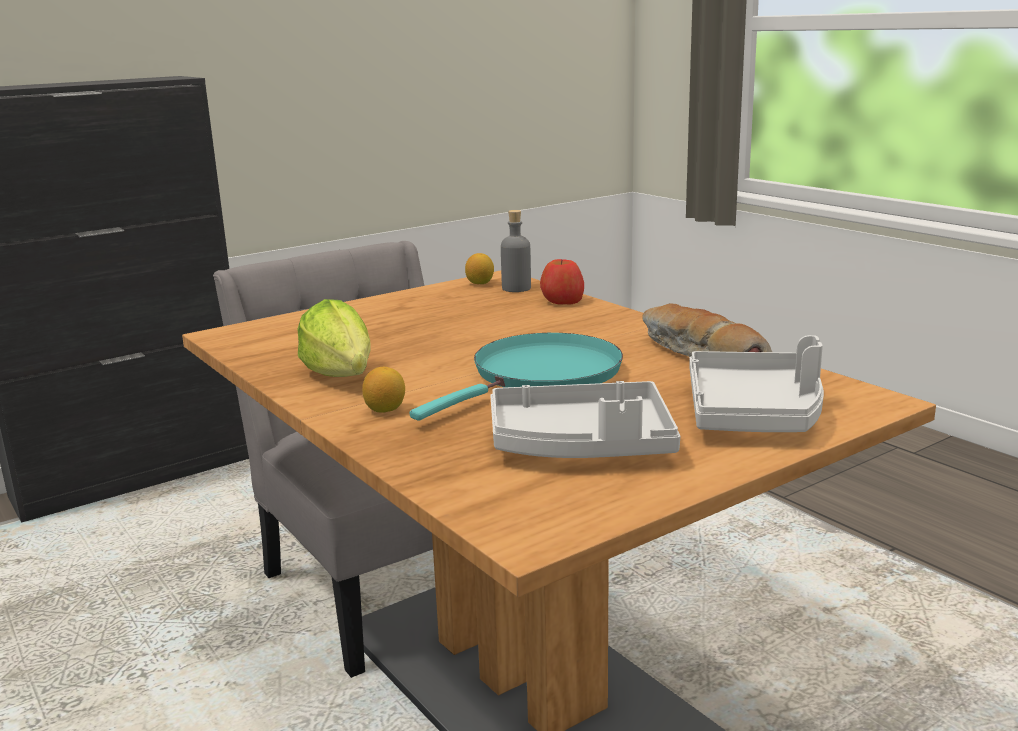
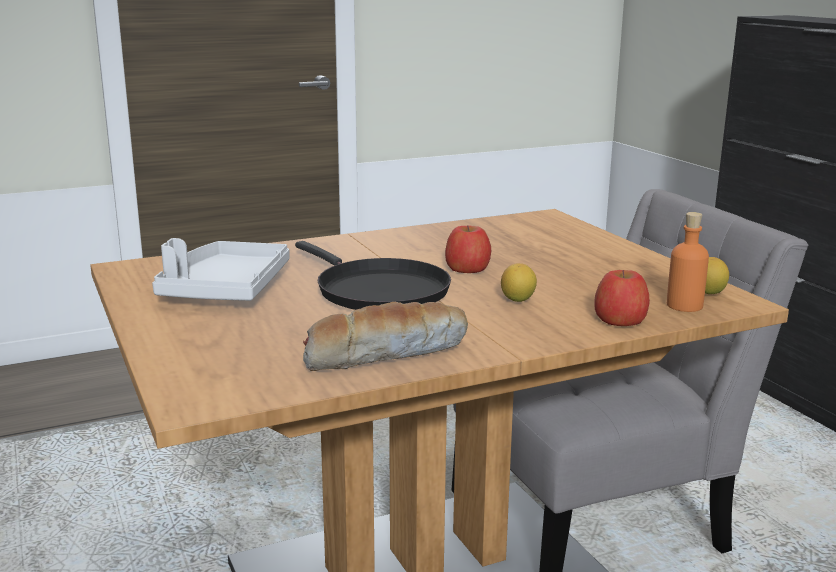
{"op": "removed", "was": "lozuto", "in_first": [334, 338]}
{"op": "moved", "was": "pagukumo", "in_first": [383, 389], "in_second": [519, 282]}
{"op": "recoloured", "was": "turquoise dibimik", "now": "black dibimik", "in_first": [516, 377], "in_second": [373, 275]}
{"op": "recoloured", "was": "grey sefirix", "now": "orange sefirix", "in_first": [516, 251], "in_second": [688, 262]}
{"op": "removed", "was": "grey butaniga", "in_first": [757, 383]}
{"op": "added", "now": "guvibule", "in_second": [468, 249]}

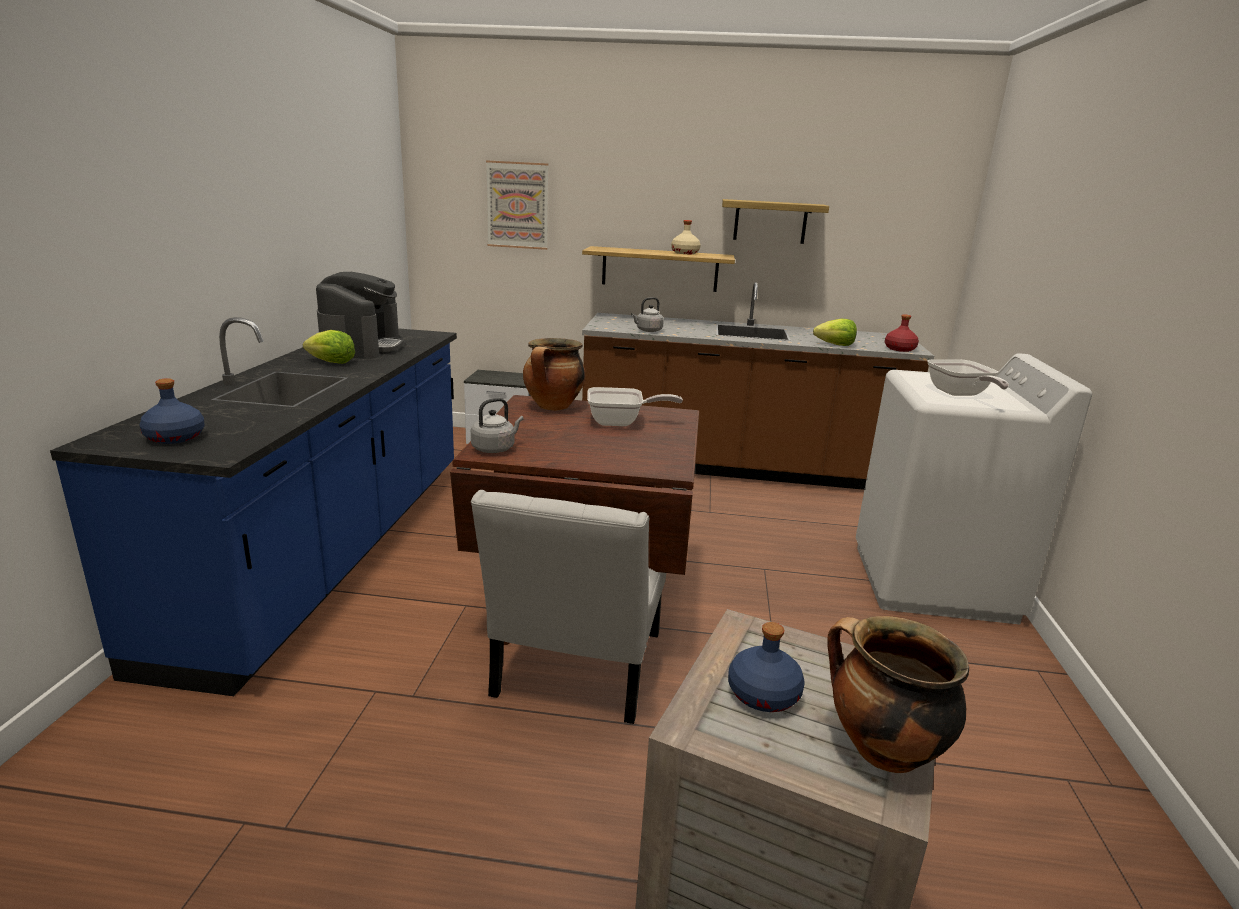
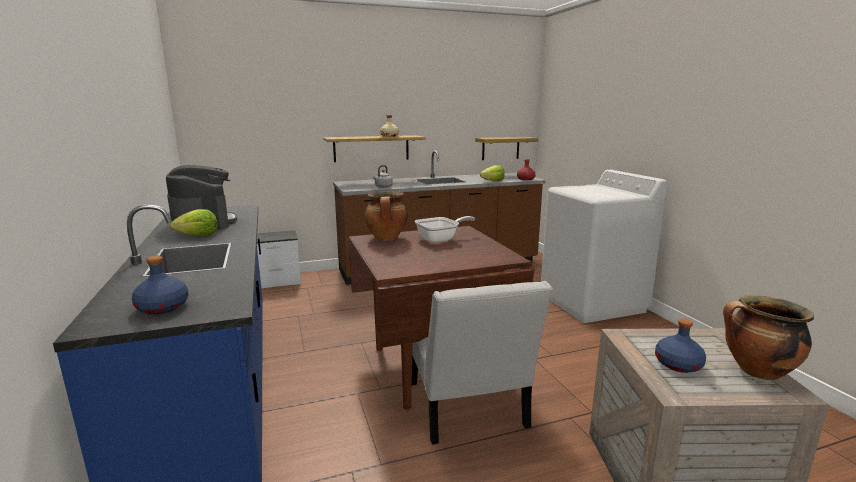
{"op": "removed", "was": "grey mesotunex", "in_first": [497, 425]}
{"op": "removed", "was": "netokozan", "in_first": [517, 205]}
{"op": "moved", "was": "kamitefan", "in_first": [775, 221], "in_second": [507, 148]}
{"op": "removed", "was": "dibimik", "in_first": [968, 378]}

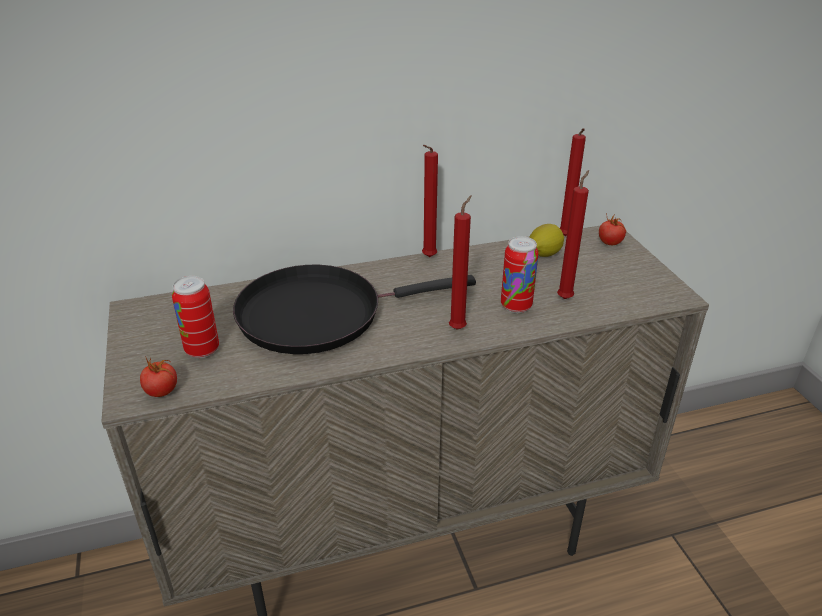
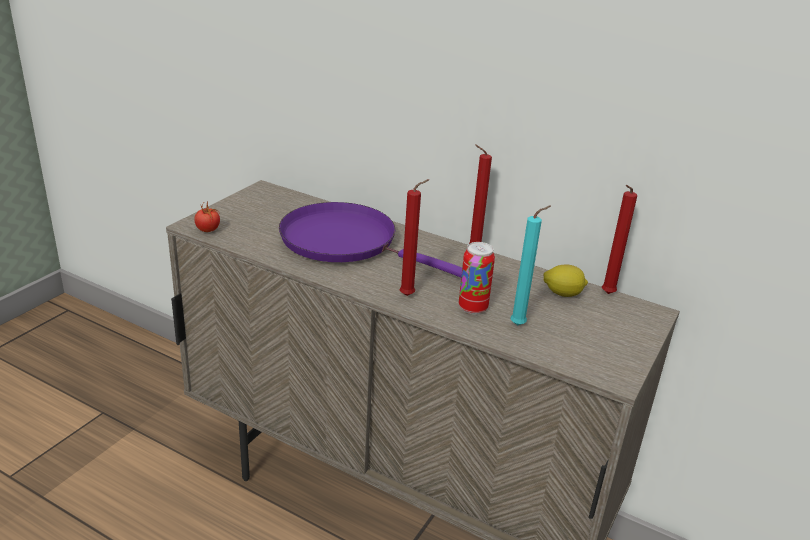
{"op": "removed", "was": "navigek", "in_first": [195, 317]}
{"op": "recoloured", "was": "black dibimik", "now": "purple dibimik", "in_first": [354, 309], "in_second": [370, 240]}
{"op": "recoloured", "was": "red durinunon", "now": "turquoise durinunon", "in_first": [573, 234], "in_second": [531, 265]}
{"op": "removed", "was": "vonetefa", "in_first": [612, 229]}

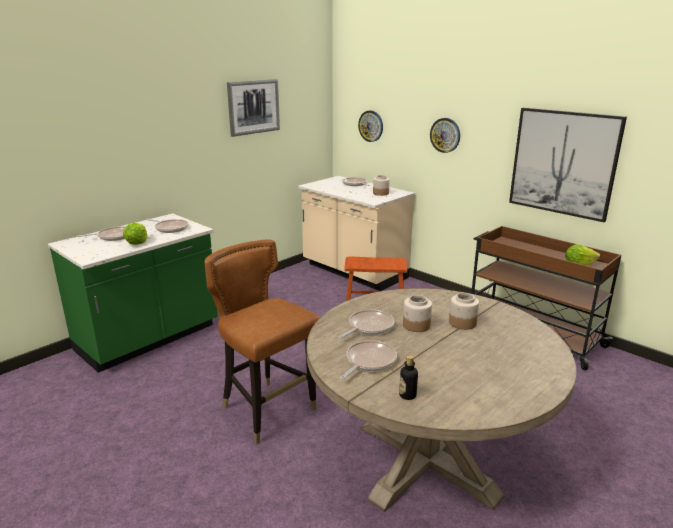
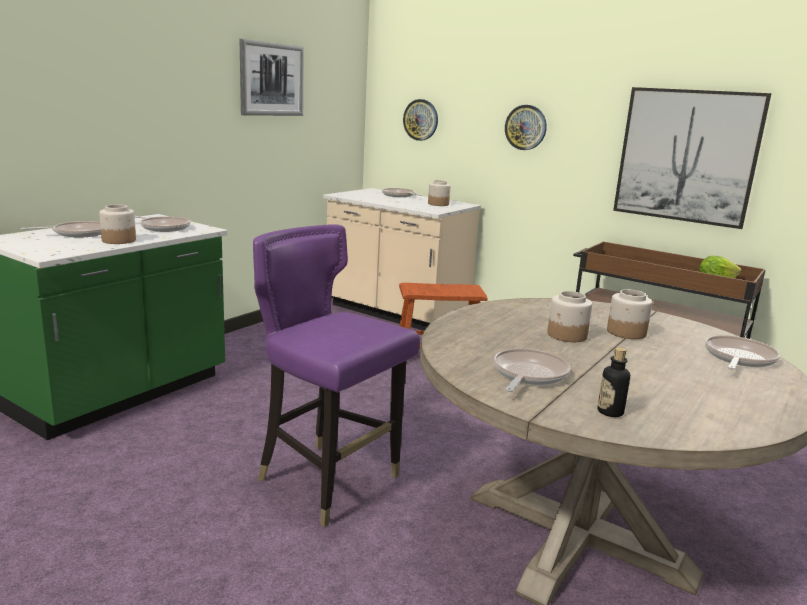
{"op": "replaced", "was": "lozuto", "now": "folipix", "in_first": [135, 234], "in_second": [117, 224]}
{"op": "recoloured", "was": "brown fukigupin", "now": "purple fukigupin", "in_first": [262, 342], "in_second": [336, 376]}
{"op": "moved", "was": "dibimik", "in_first": [366, 324], "in_second": [742, 352]}

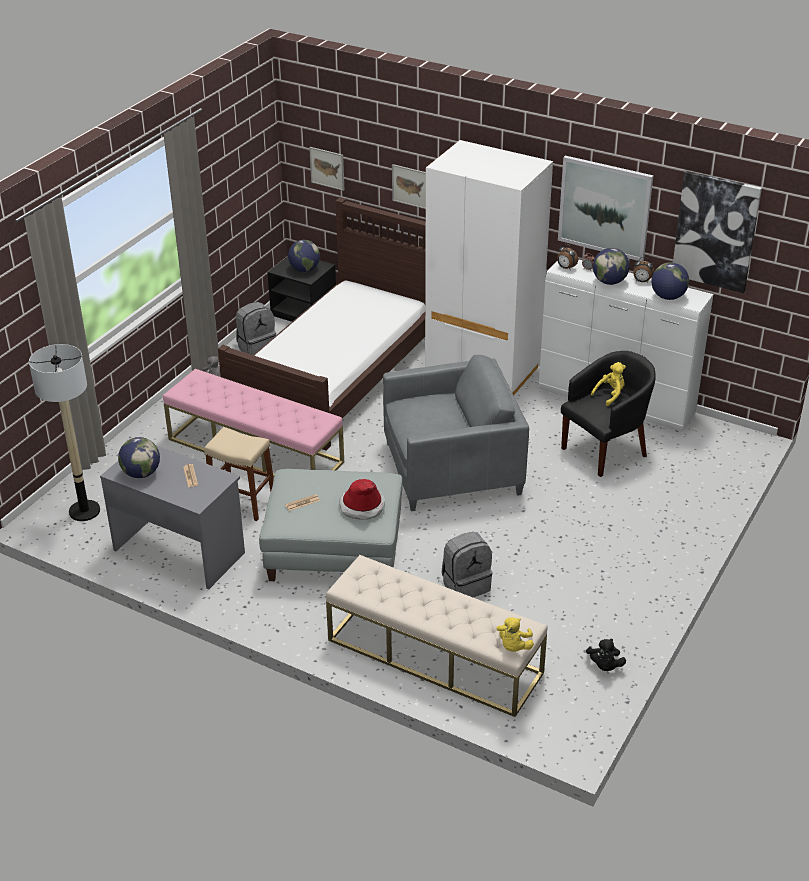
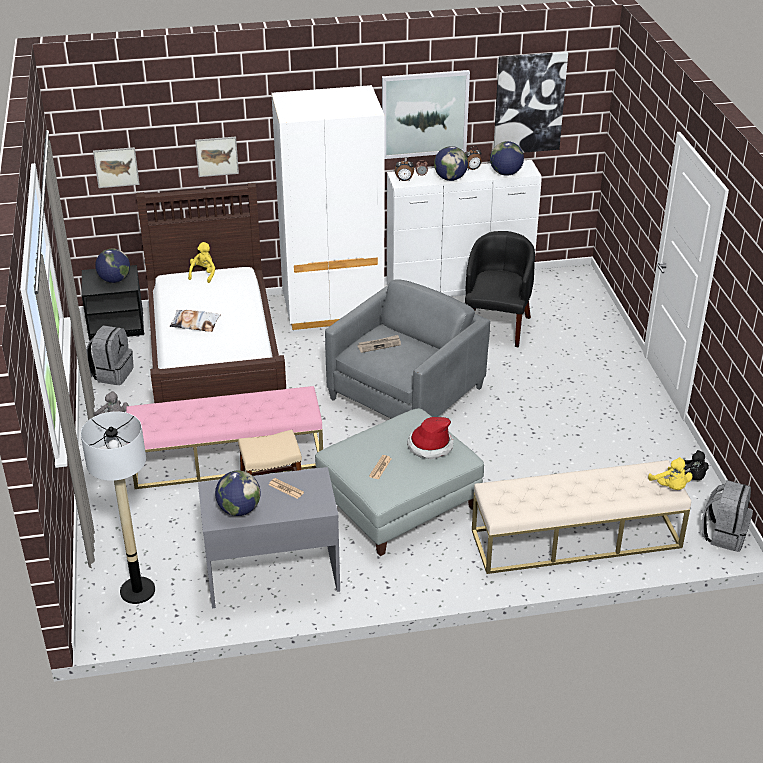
{"op": "moved", "was": "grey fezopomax", "in_first": [467, 564], "in_second": [727, 516]}
{"op": "moved", "was": "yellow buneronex", "in_first": [608, 384], "in_second": [201, 262]}
{"op": "added", "now": "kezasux", "in_second": [195, 321]}
{"op": "added", "now": "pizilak", "in_second": [379, 344]}

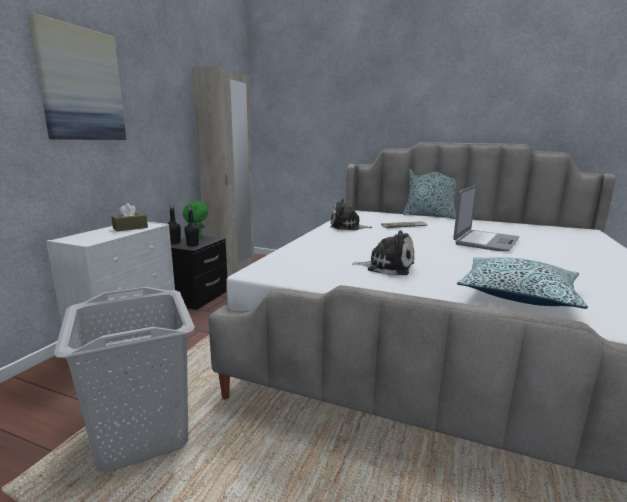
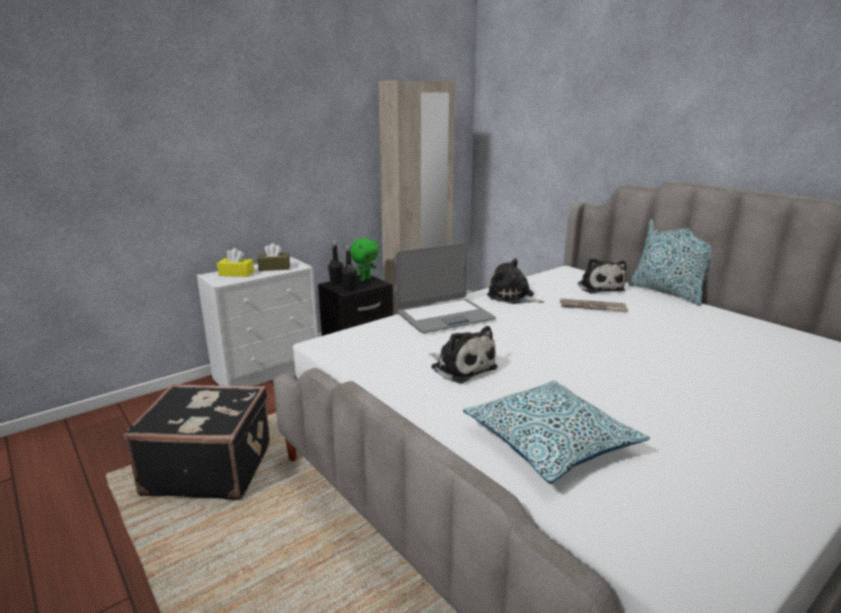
{"op": "removed", "was": "netokozan", "in_first": [77, 76]}
{"op": "replaced", "was": "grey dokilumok", "now": "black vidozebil", "in_first": [124, 379], "in_second": [197, 442]}
{"op": "moved", "was": "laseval", "in_first": [486, 218], "in_second": [445, 288]}
{"op": "added", "now": "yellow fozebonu", "in_second": [235, 262]}
{"op": "added", "now": "buneronex", "in_second": [601, 275]}

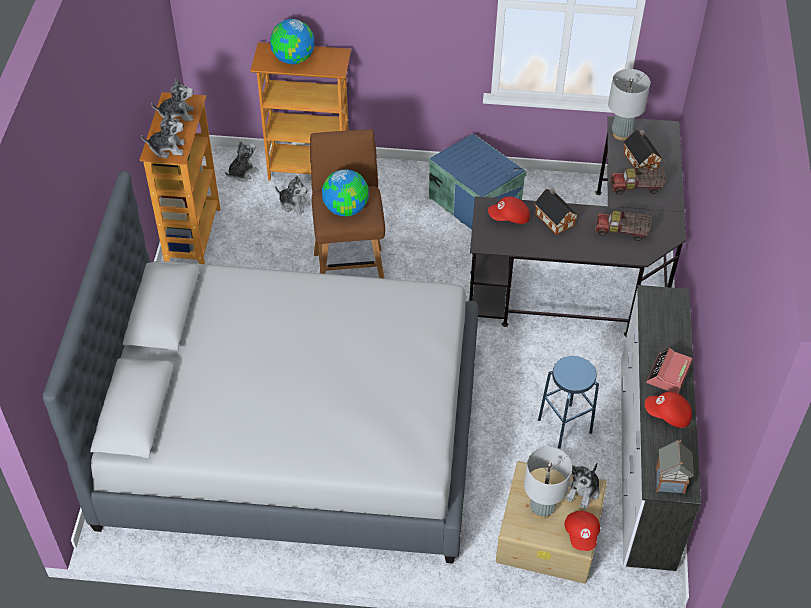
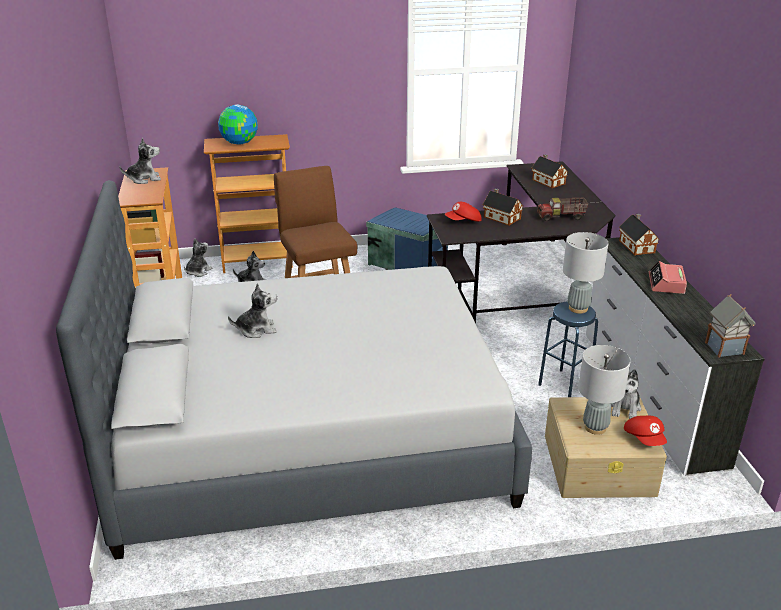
{"op": "moved", "was": "buneronex", "in_first": [163, 135], "in_second": [252, 310]}
{"op": "removed", "was": "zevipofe", "in_first": [345, 193]}
{"op": "moved", "was": "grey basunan", "in_first": [629, 104], "in_second": [585, 273]}
{"op": "removed", "was": "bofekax", "in_first": [638, 181]}
{"op": "removed", "was": "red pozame", "in_first": [668, 410]}
{"op": "added", "now": "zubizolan", "in_second": [639, 234]}

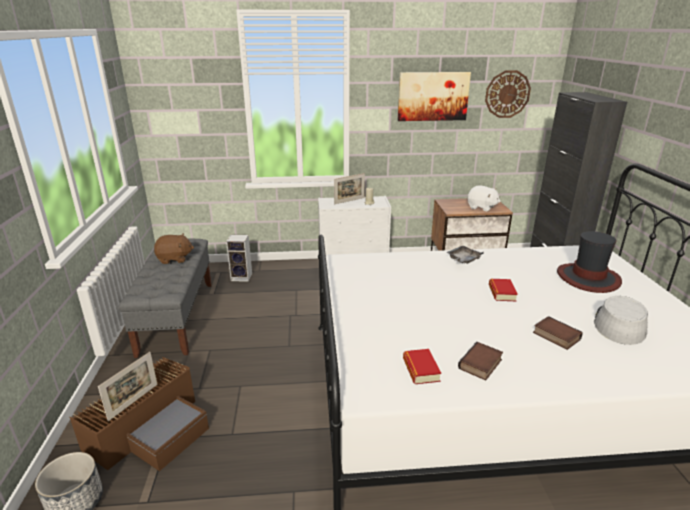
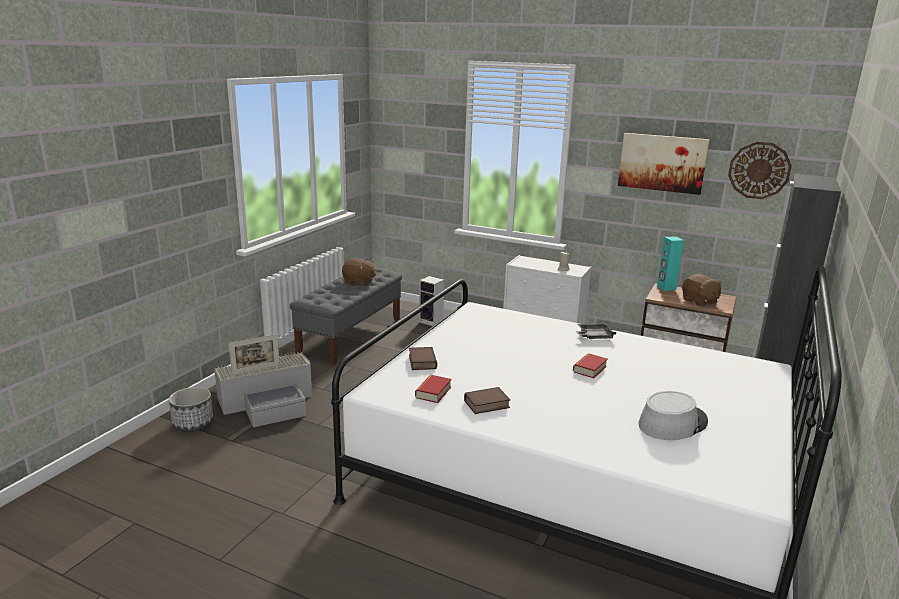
{"op": "recoloured", "was": "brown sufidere", "now": "grey sufidere", "in_first": [139, 414], "in_second": [263, 389]}
{"op": "removed", "was": "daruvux", "in_first": [349, 188]}
{"op": "recoloured", "was": "white buneronex", "now": "brown buneronex", "in_first": [484, 199], "in_second": [702, 290]}
{"op": "moved", "was": "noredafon", "in_first": [558, 333], "in_second": [423, 358]}
{"op": "removed", "was": "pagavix", "in_first": [589, 262]}
{"op": "added", "now": "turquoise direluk", "in_second": [670, 263]}

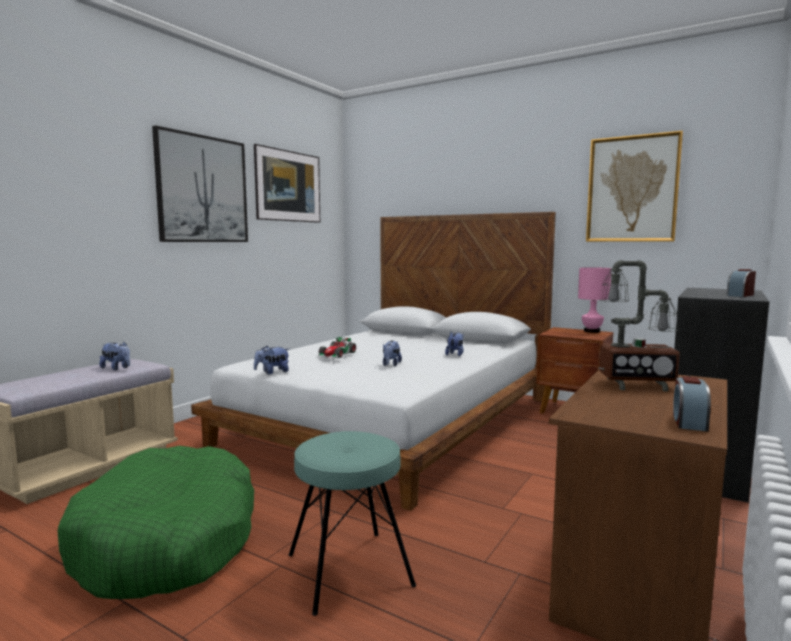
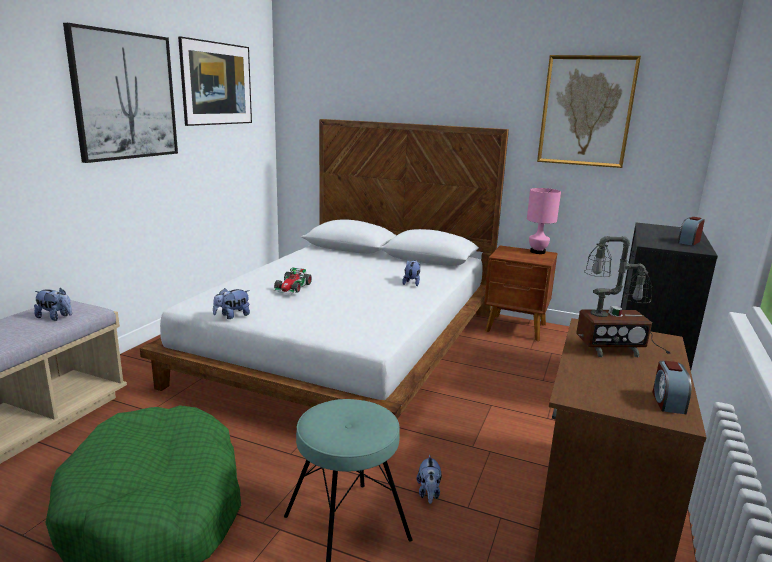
{"op": "moved", "was": "buneronex", "in_first": [392, 353], "in_second": [429, 479]}

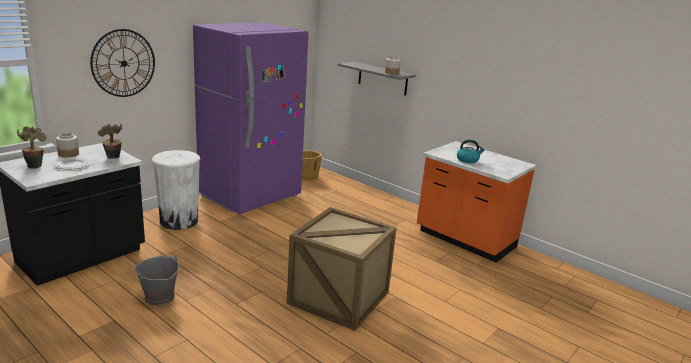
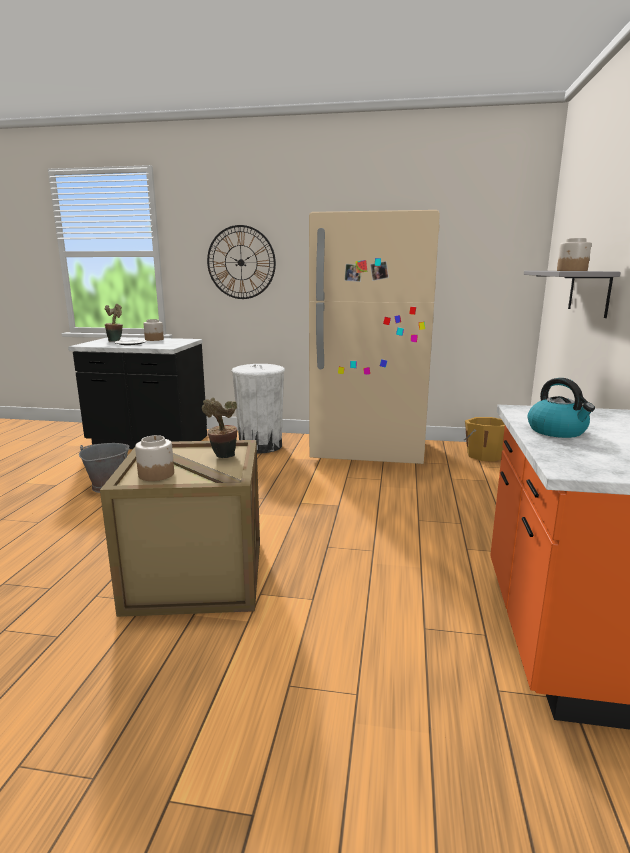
{"op": "moved", "was": "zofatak", "in_first": [110, 141], "in_second": [219, 428]}
{"op": "recoloured", "was": "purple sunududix", "now": "beige sunududix", "in_first": [250, 118], "in_second": [374, 337]}
{"op": "added", "now": "folipix", "in_second": [154, 458]}

